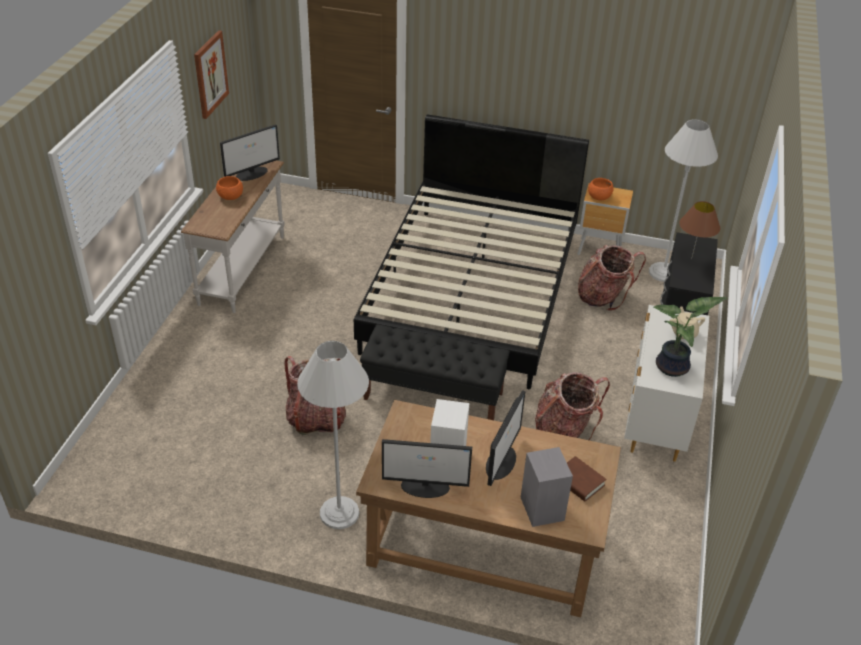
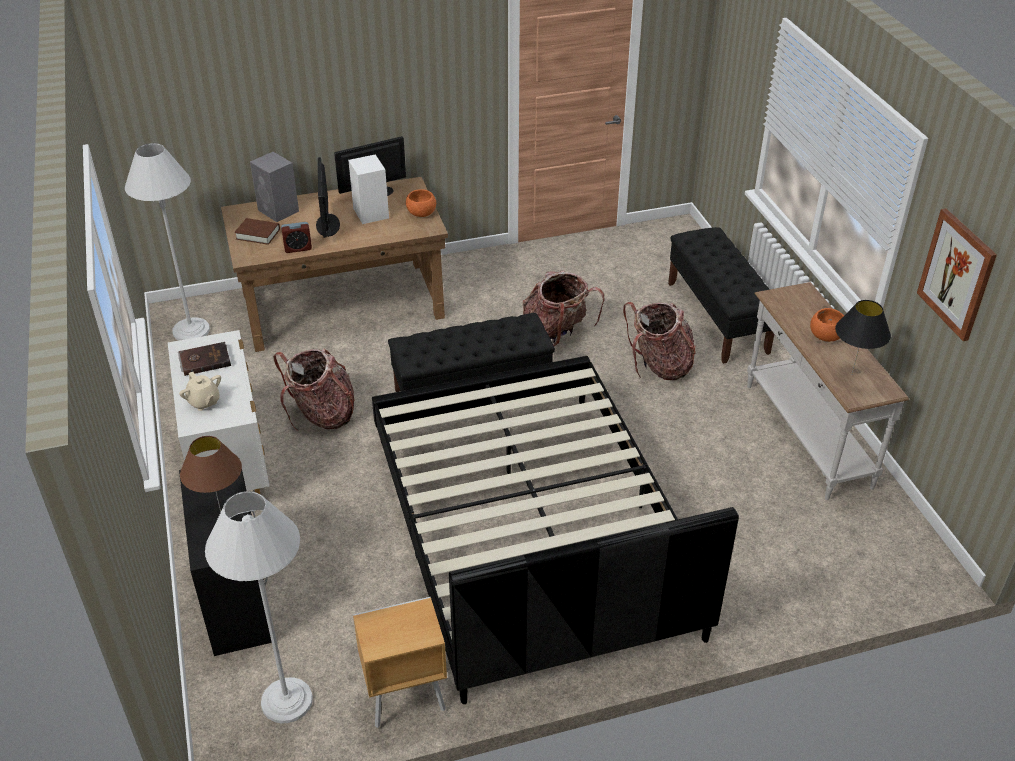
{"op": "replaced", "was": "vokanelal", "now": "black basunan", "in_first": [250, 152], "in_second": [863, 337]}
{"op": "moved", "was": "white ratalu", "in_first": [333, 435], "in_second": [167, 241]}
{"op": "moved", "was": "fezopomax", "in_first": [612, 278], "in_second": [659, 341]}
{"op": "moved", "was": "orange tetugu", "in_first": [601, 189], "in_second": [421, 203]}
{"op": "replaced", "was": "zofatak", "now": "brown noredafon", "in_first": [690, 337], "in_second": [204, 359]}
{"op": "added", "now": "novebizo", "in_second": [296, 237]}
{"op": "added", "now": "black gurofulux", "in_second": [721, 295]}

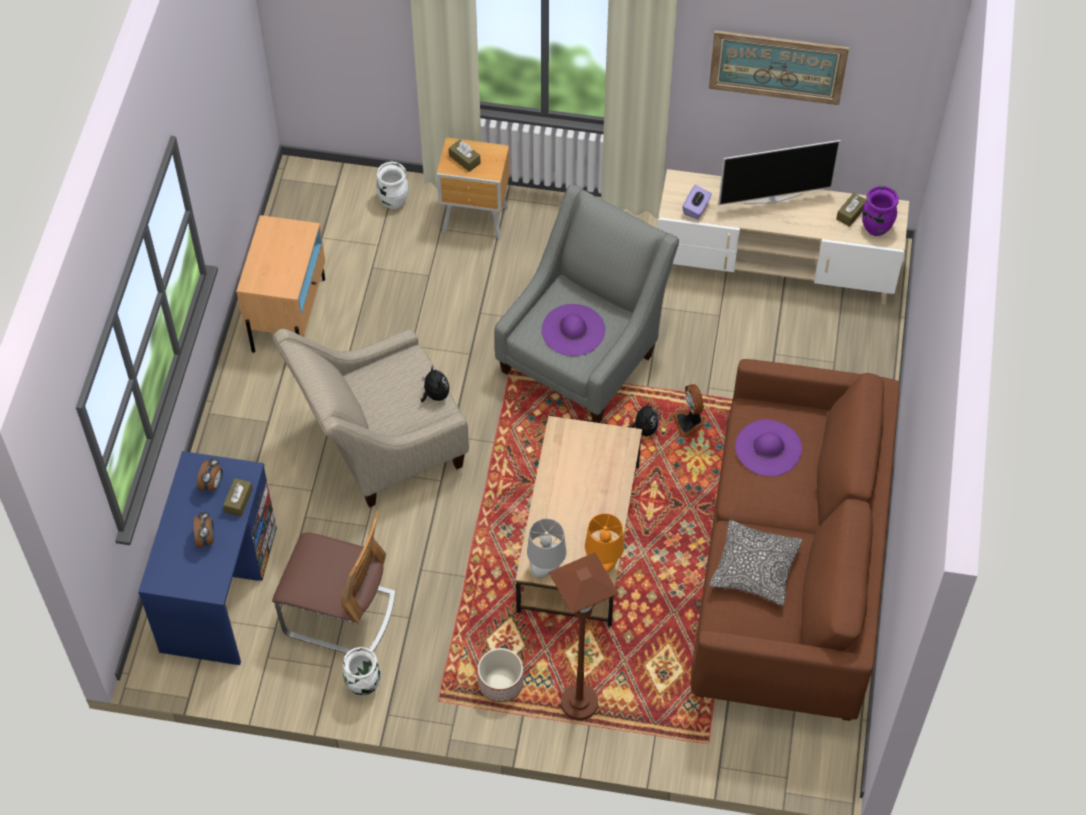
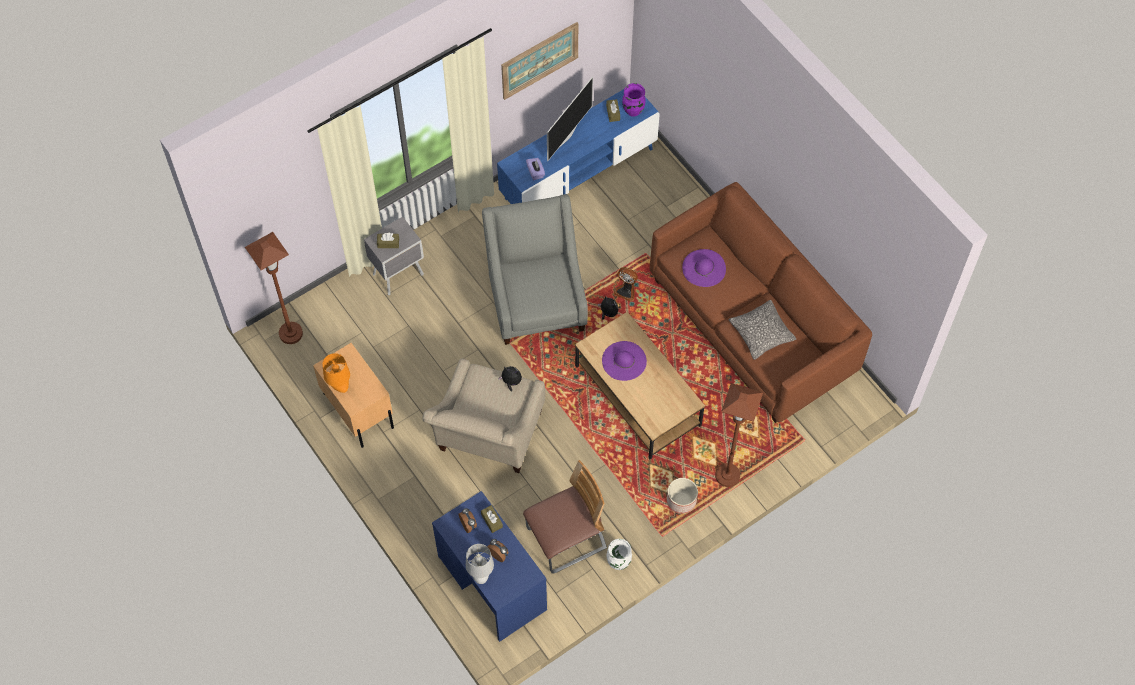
{"op": "removed", "was": "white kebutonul", "in_first": [392, 185]}
{"op": "recoloured", "was": "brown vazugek", "now": "grey vazugek", "in_first": [473, 188], "in_second": [394, 256]}
{"op": "moved", "was": "grey basunan", "in_first": [546, 548], "in_second": [480, 564]}
{"op": "moved", "was": "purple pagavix", "in_first": [573, 330], "in_second": [624, 361]}
{"op": "moved", "was": "orange basunan", "in_first": [604, 543], "in_second": [336, 373]}
{"op": "recoloured", "was": "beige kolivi", "now": "blue kolivi", "in_first": [783, 237], "in_second": [578, 146]}
{"op": "added", "now": "brown ratalu", "in_second": [274, 288]}

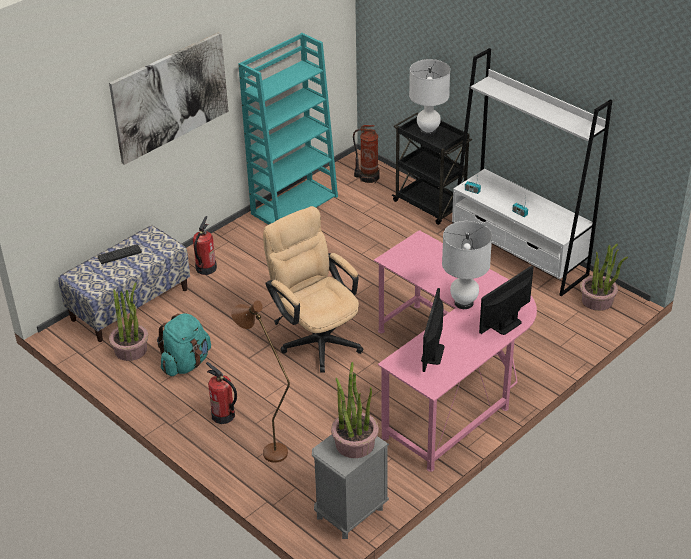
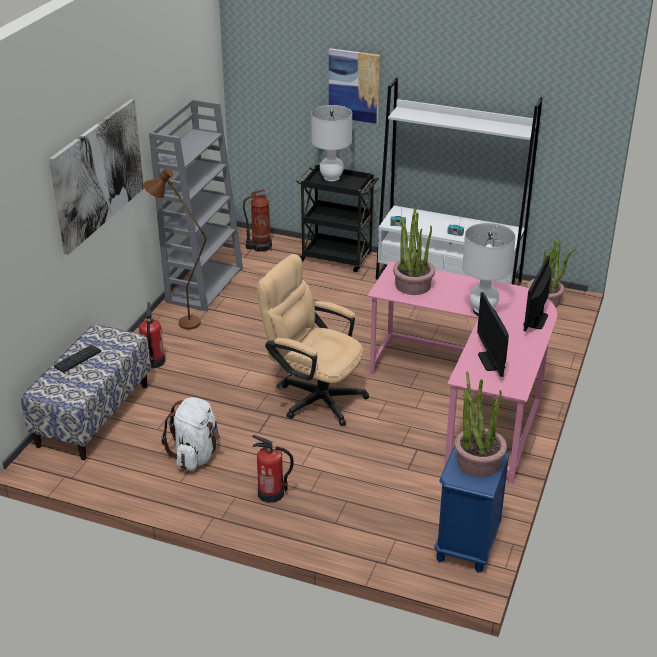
{"op": "moved", "was": "zofatak", "in_first": [128, 321], "in_second": [414, 251]}
{"op": "recoloured", "was": "turquoise fezopomax", "now": "white fezopomax", "in_first": [184, 344], "in_second": [191, 433]}
{"op": "moved", "was": "brown ratalu", "in_first": [260, 381], "in_second": [174, 248]}
{"op": "recoloured", "was": "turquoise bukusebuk", "now": "grey bukusebuk", "in_first": [288, 129], "in_second": [196, 205]}
{"op": "recoloured", "was": "grey vazugek", "now": "blue vazugek", "in_first": [350, 486], "in_second": [471, 509]}
{"op": "added", "now": "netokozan", "in_second": [354, 86]}

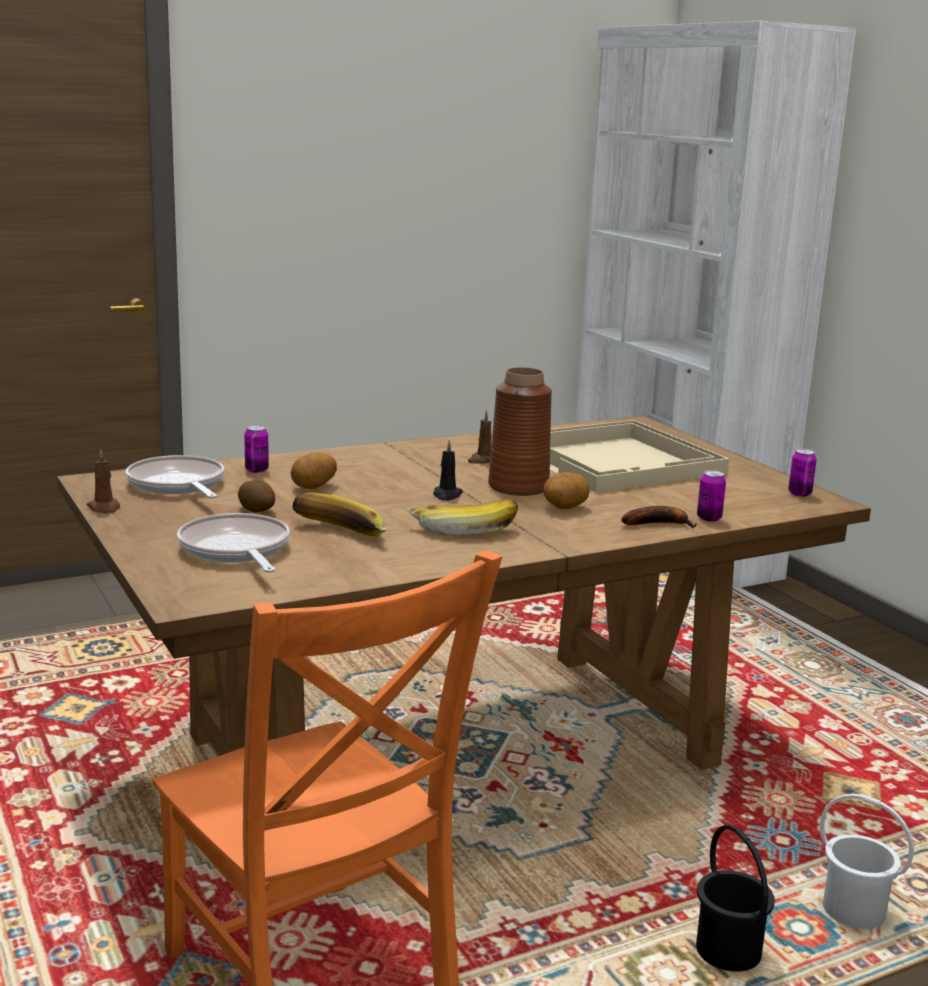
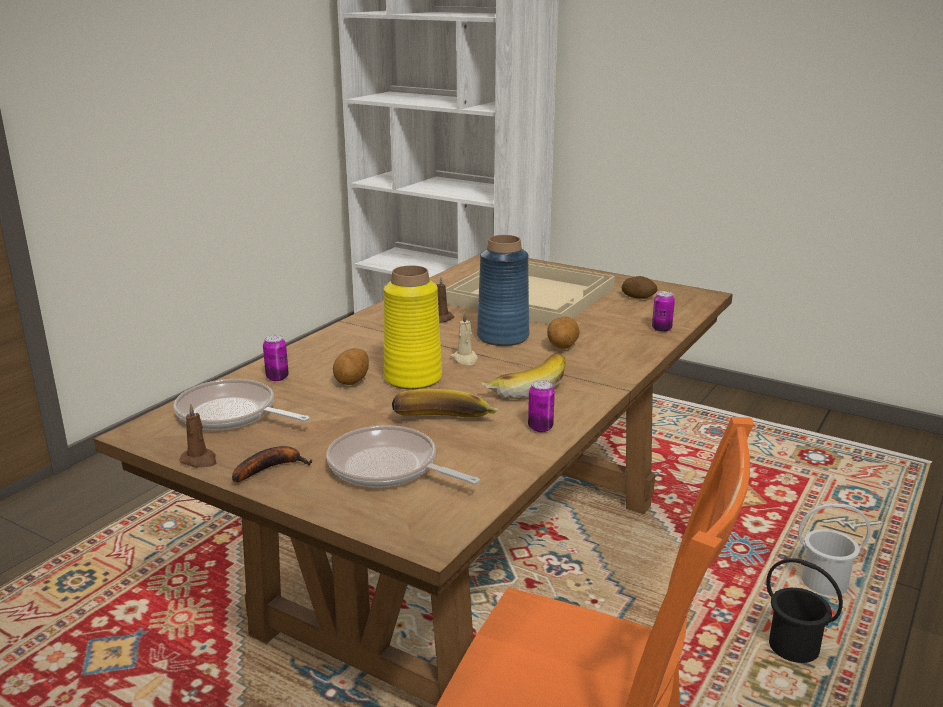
{"op": "moved", "was": "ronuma", "in_first": [256, 496], "in_second": [640, 287]}
{"op": "recoloured", "was": "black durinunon", "now": "beige durinunon", "in_first": [448, 470], "in_second": [464, 338]}
{"op": "recoloured", "was": "brown kebutonul", "now": "blue kebutonul", "in_first": [520, 431], "in_second": [503, 290]}
{"op": "moved", "was": "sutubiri", "in_first": [659, 517], "in_second": [272, 464]}
{"op": "moved", "was": "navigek", "in_first": [802, 473], "in_second": [541, 406]}
{"op": "added", "now": "yellow kebutonul", "in_second": [413, 327]}

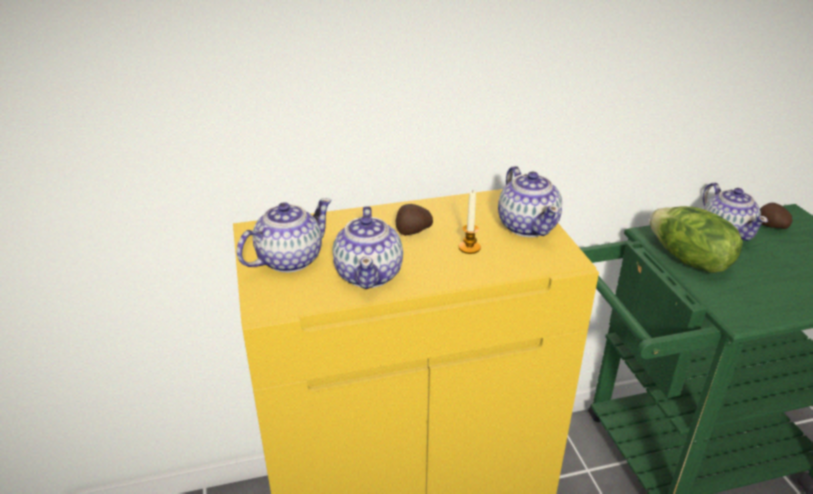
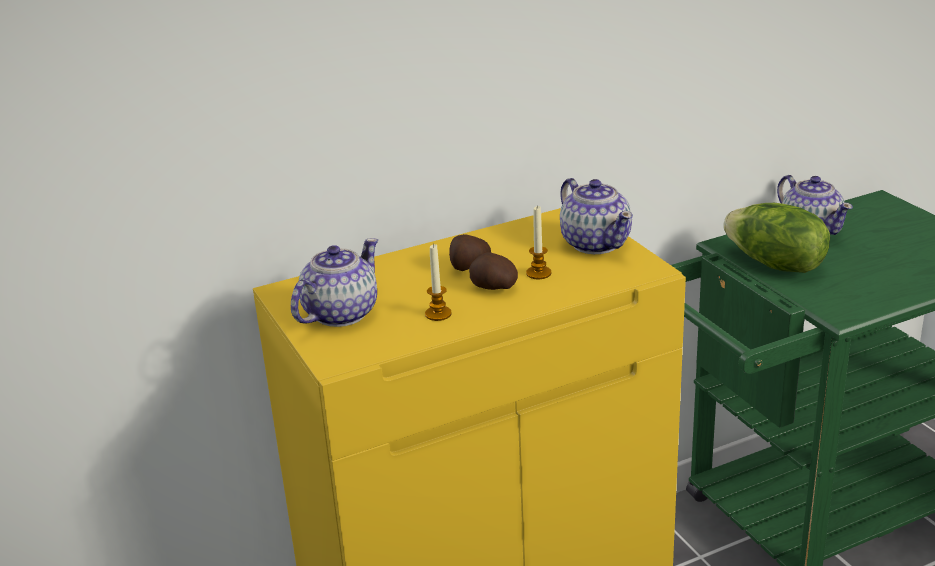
{"op": "replaced", "was": "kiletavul", "now": "durinunon", "in_first": [368, 247], "in_second": [438, 282]}
{"op": "moved", "was": "ronuma", "in_first": [776, 216], "in_second": [493, 271]}

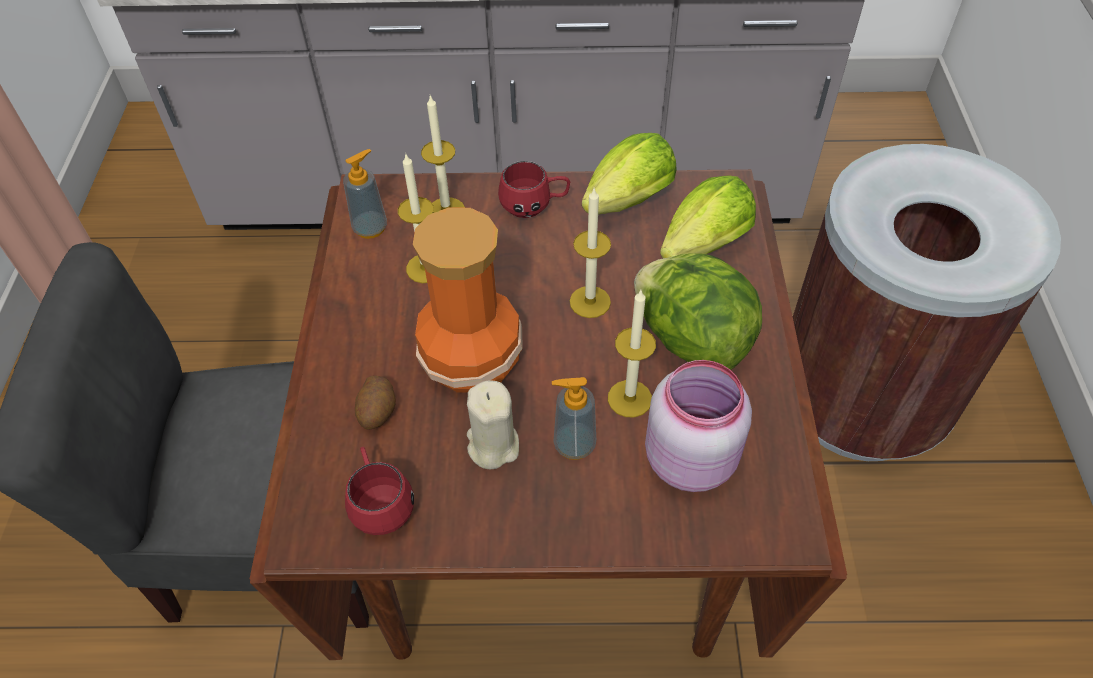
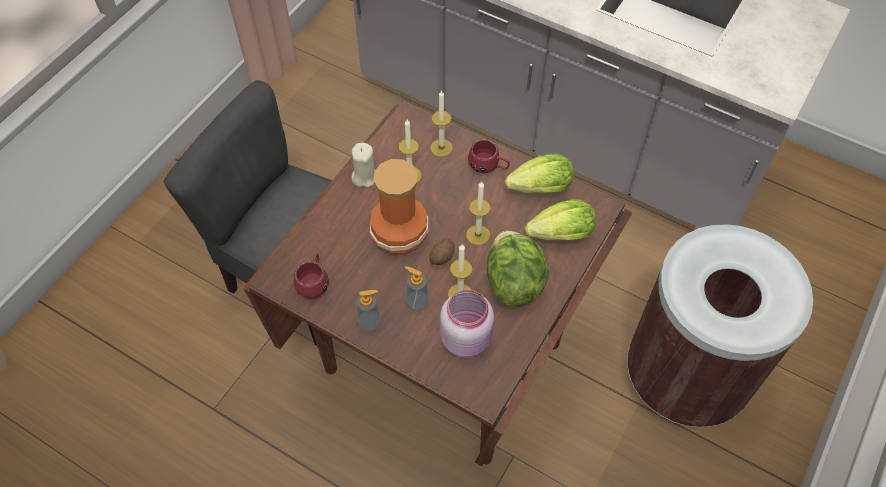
{"op": "moved", "was": "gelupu", "in_first": [365, 194], "in_second": [368, 310]}
{"op": "moved", "was": "ronuma", "in_first": [375, 403], "in_second": [442, 251]}
{"op": "moved", "was": "beige durinunon", "in_first": [493, 425], "in_second": [363, 165]}

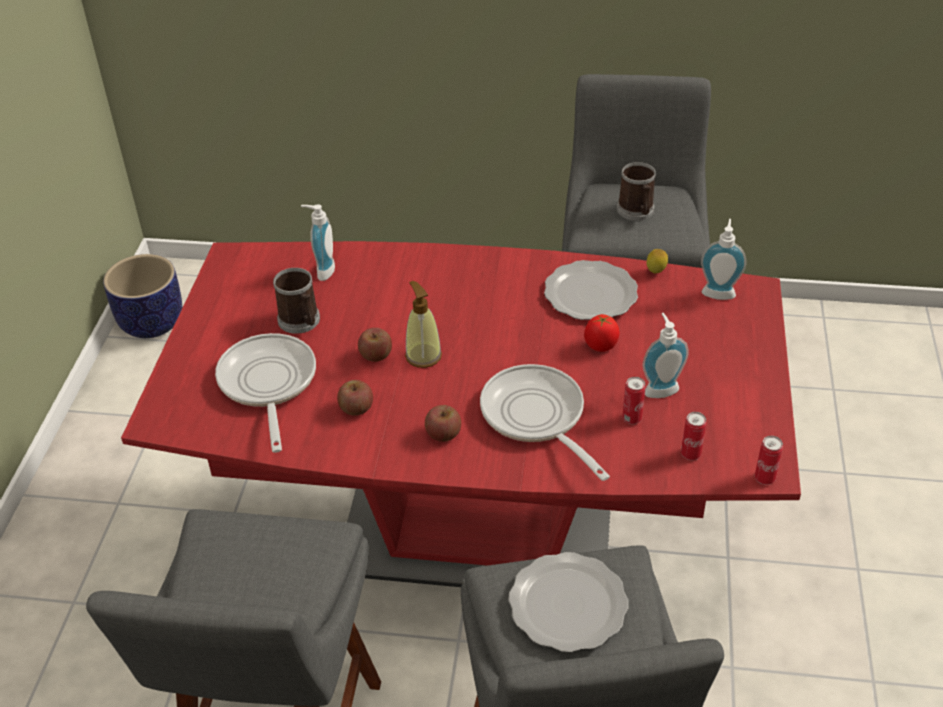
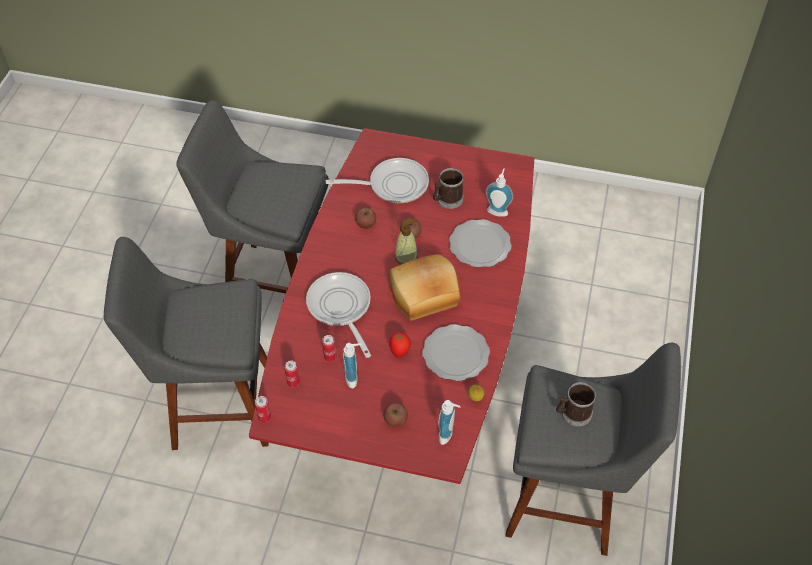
{"op": "removed", "was": "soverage", "in_first": [142, 296]}
{"op": "moved", "was": "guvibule", "in_first": [443, 423], "in_second": [396, 415]}
{"op": "turned", "was": "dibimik", "in_first": [545, 422], "in_second": [338, 315], "clockwise": -90}
{"op": "moved", "was": "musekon", "in_first": [568, 602], "in_second": [480, 243]}
{"op": "added", "now": "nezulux", "in_second": [424, 287]}

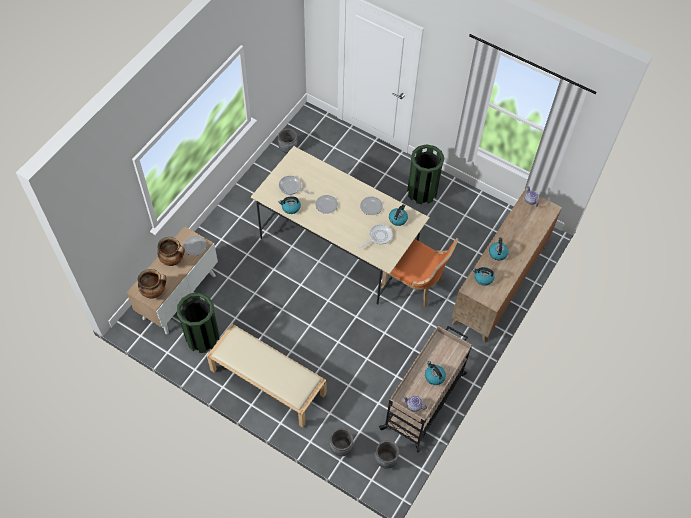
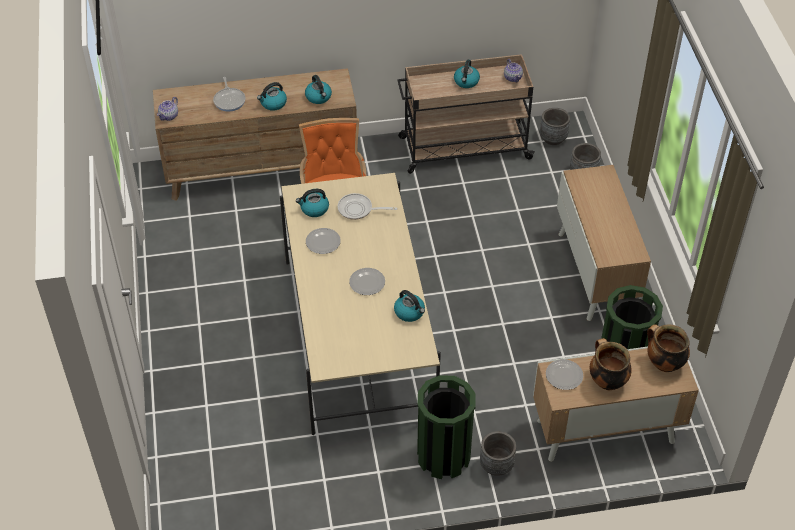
{"op": "replaced", "was": "beige gurofulux", "now": "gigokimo", "in_first": [266, 376], "in_second": [604, 243]}
{"op": "moved", "was": "grey soverage", "in_first": [288, 140], "in_second": [498, 453]}
{"op": "moved", "was": "dibimik", "in_first": [294, 185], "in_second": [229, 94]}
{"op": "moved", "was": "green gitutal", "in_first": [425, 174], "in_second": [446, 427]}

